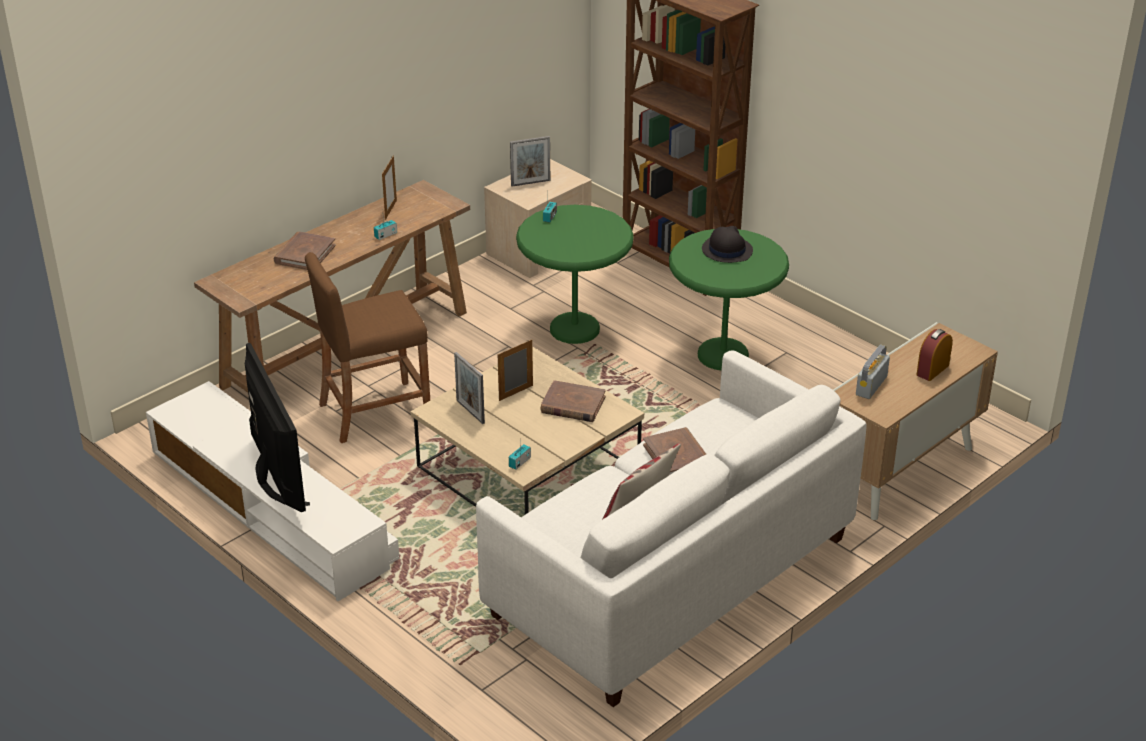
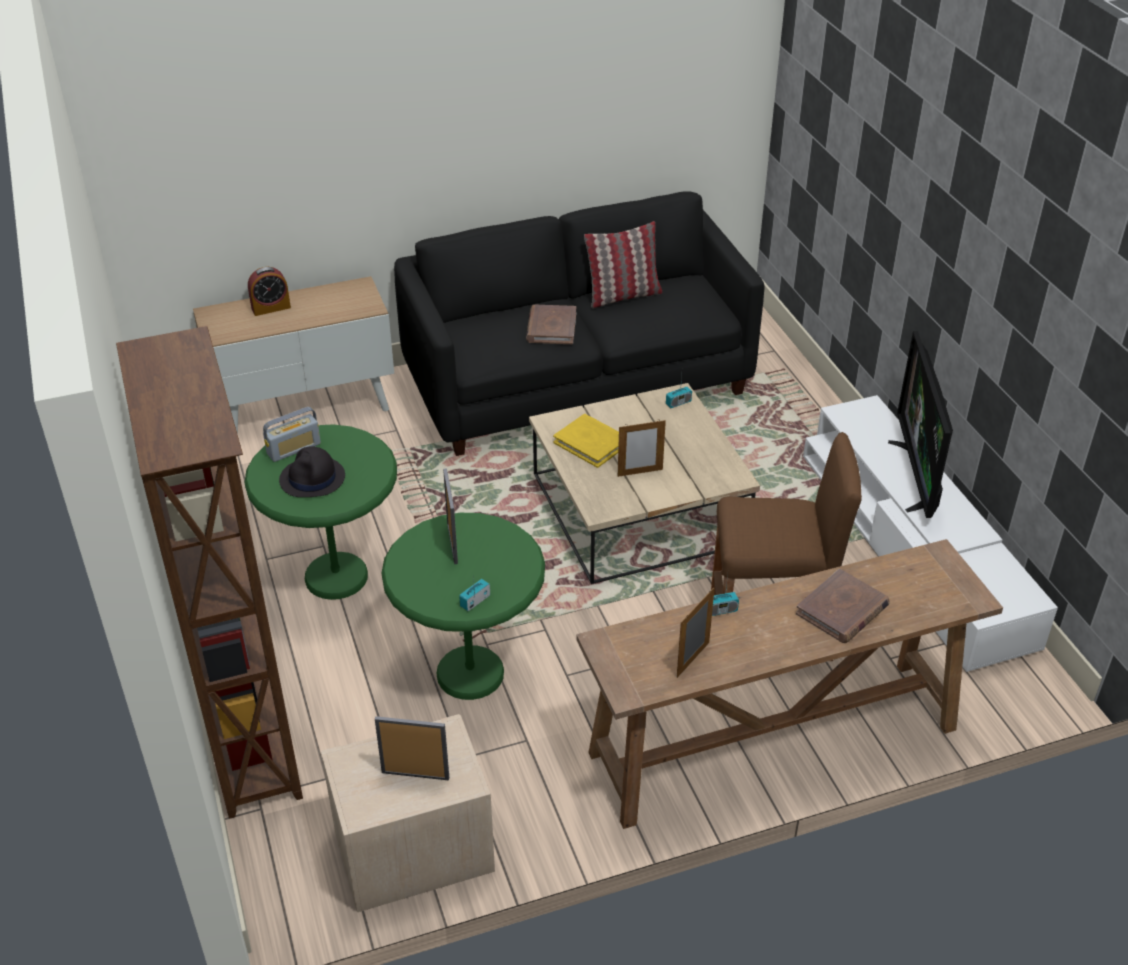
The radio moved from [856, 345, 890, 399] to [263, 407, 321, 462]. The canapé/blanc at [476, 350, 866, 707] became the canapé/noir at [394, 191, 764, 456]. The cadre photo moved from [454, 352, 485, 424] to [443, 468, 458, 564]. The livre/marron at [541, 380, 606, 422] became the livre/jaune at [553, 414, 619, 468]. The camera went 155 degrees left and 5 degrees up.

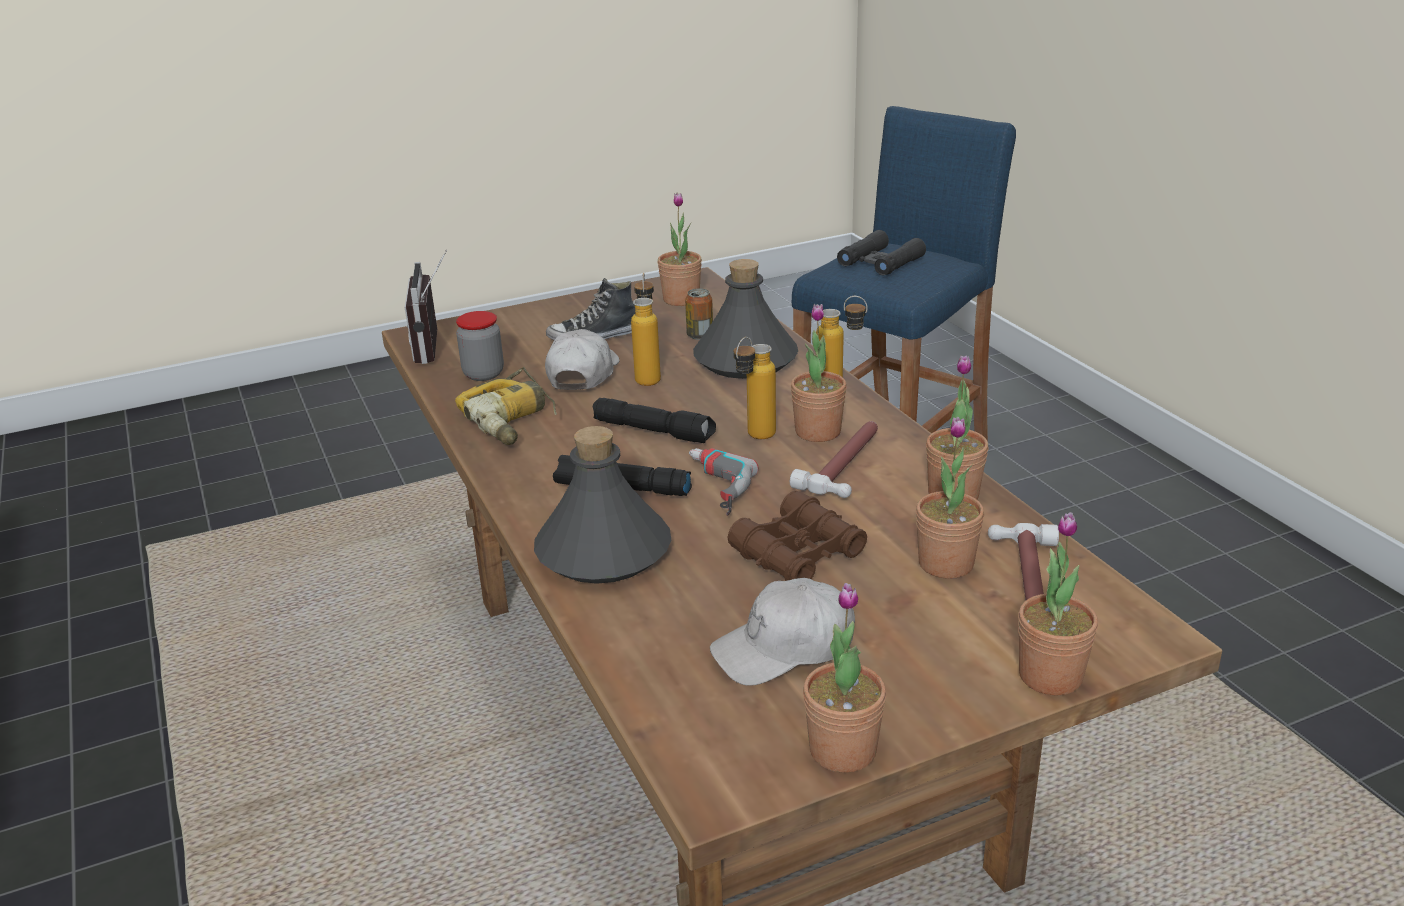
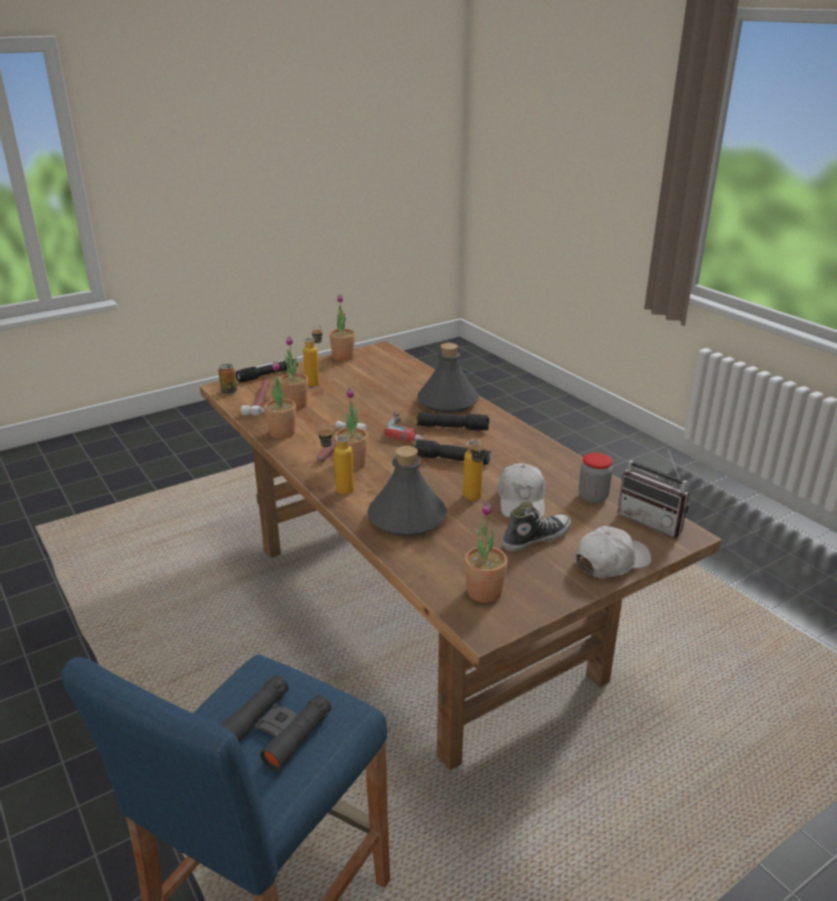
The boîte métallique moved from [685, 288, 713, 340] to [218, 364, 237, 394]. The plante en pot at [1018, 512, 1098, 696] was replaced by the lampe de poche/noir at [236, 359, 298, 382]. The bouteille moved from [734, 337, 776, 439] to [303, 325, 323, 386]. The casquette/blanc moved from [710, 578, 855, 686] to [576, 526, 651, 578]. The radio at [405, 249, 447, 364] turned 150 degrees clockwise. The perceuse at [455, 367, 557, 445] disappeared. The jumelles/marron at [728, 491, 867, 581] disappeared. The camera went 170 degrees right and 0 degrees up.

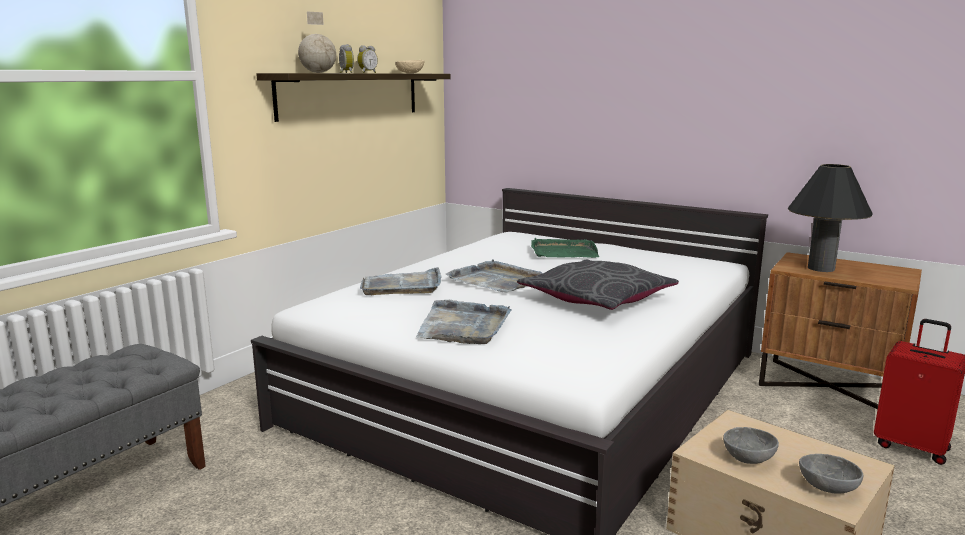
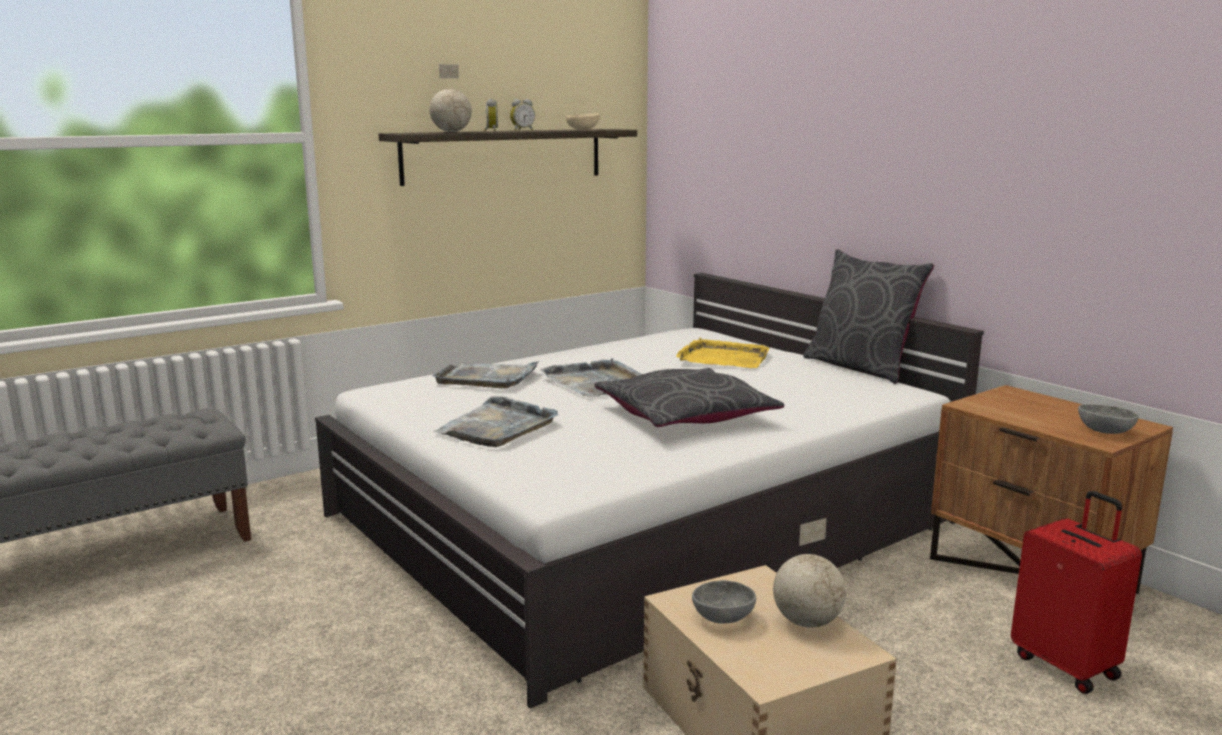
The plateau/vert at [531, 238, 599, 258] became the plateau/jaune at [676, 337, 770, 368]. The globe at [773, 518, 846, 628] appeared. The coussin/gris at [803, 249, 934, 384] appeared. The bol/gris moved from [799, 454, 863, 493] to [1078, 404, 1139, 434]. The lampe de table/noir at [788, 164, 873, 272] disappeared. The camera went 20 degrees right and 0 degrees up.

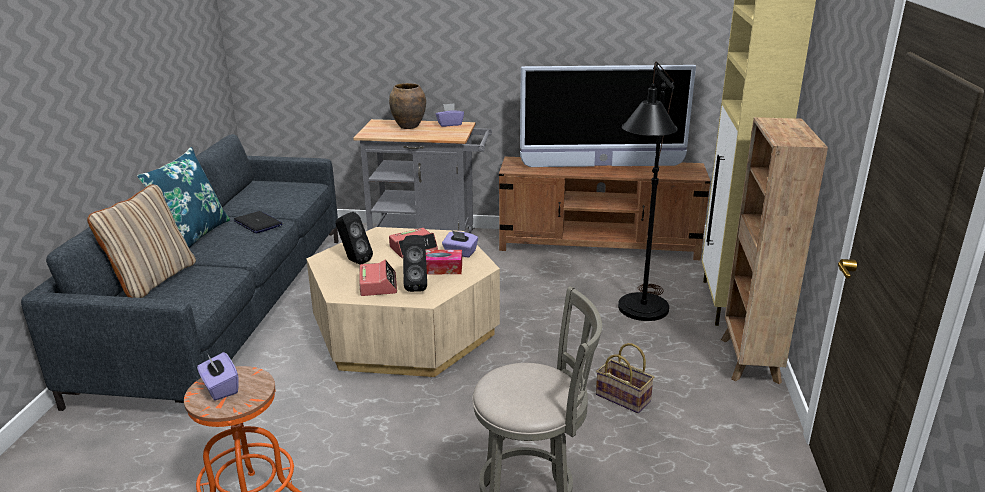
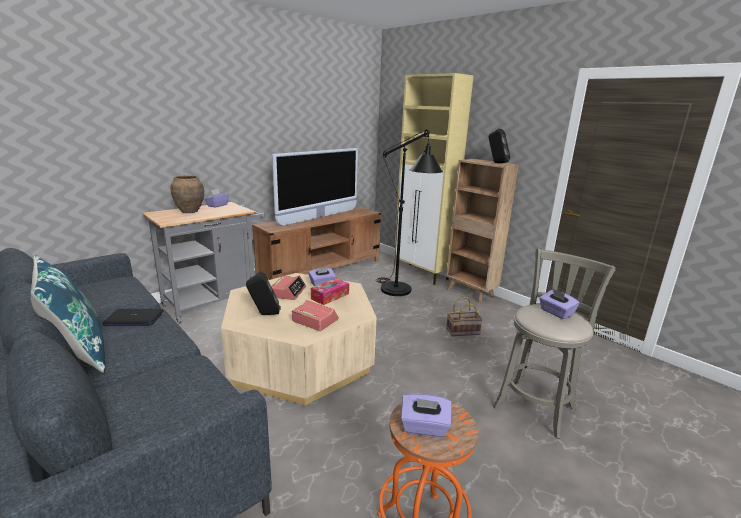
The enceinte/noir moved from [403, 235, 427, 292] to [489, 129, 510, 163]. The boîte à mouchoirs/violet at [539, 289, 579, 319] appeared. The coussin/beige at [87, 184, 196, 298] disappeared. The camera went 50 degrees left and 5 degrees down.

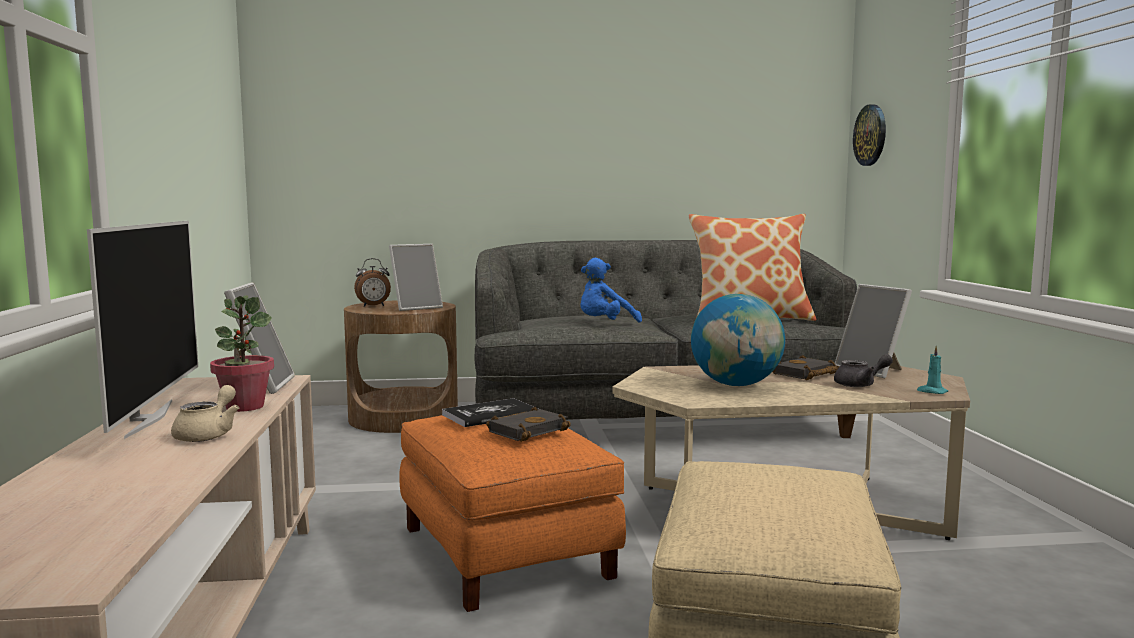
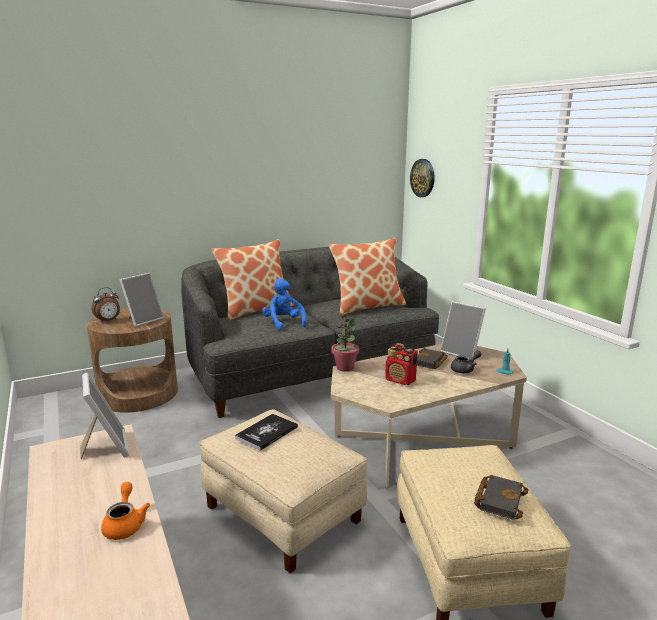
The théière/beige at [171, 385, 239, 442] became the théière/orange at [101, 482, 150, 540]. The pouf/orange at [399, 415, 626, 612] became the pouf/beige at [199, 409, 367, 573]. The coussin at [212, 239, 295, 321] appeared. The peluche/bleu at [580, 258, 642, 323] turned 120 degrees clockwise. The plante en pot moved from [210, 296, 274, 412] to [331, 317, 359, 372]. The globe at [691, 294, 785, 386] was replaced by the radio at [385, 343, 418, 385]. The livre/noir moved from [486, 406, 571, 442] to [474, 475, 528, 520]. The téléviseur at [87, 221, 198, 439] disappeared. The camera went 20 degrees left and 10 degrees up.

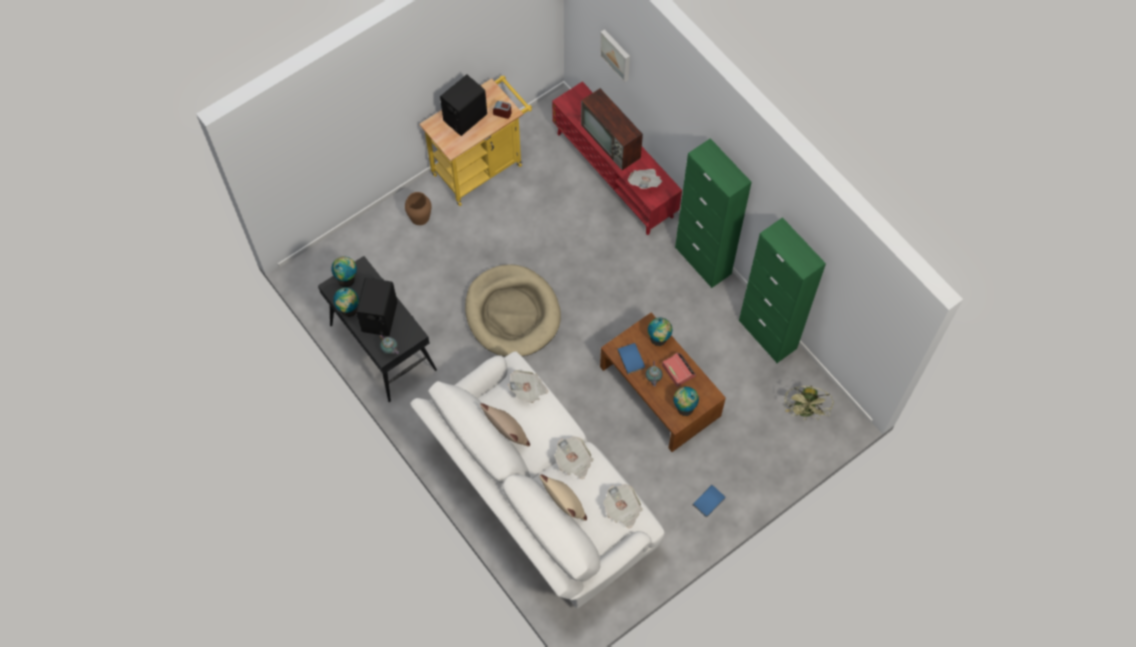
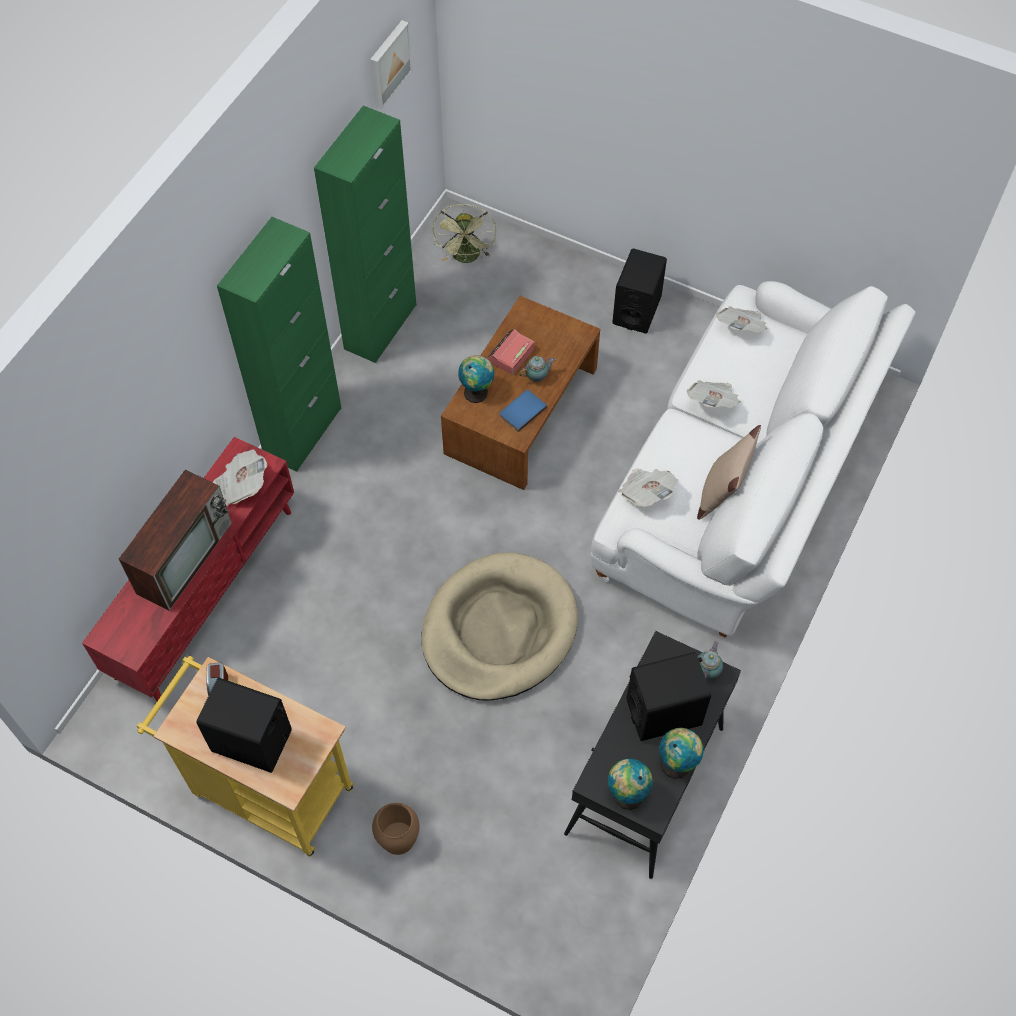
The tableau moved from [600, 29, 630, 82] to [370, 20, 412, 109]. The ventilateur/vert at [784, 386, 834, 421] turned 105 degrees clockwise. The livre/bleu at [692, 485, 725, 517] was replaced by the enceinte/noir at [612, 248, 667, 333]. The coussin/beige at [540, 474, 587, 521] disappeared. The globe at [674, 387, 699, 416] disappeared. The camera went 115 degrees left and 5 degrees down.

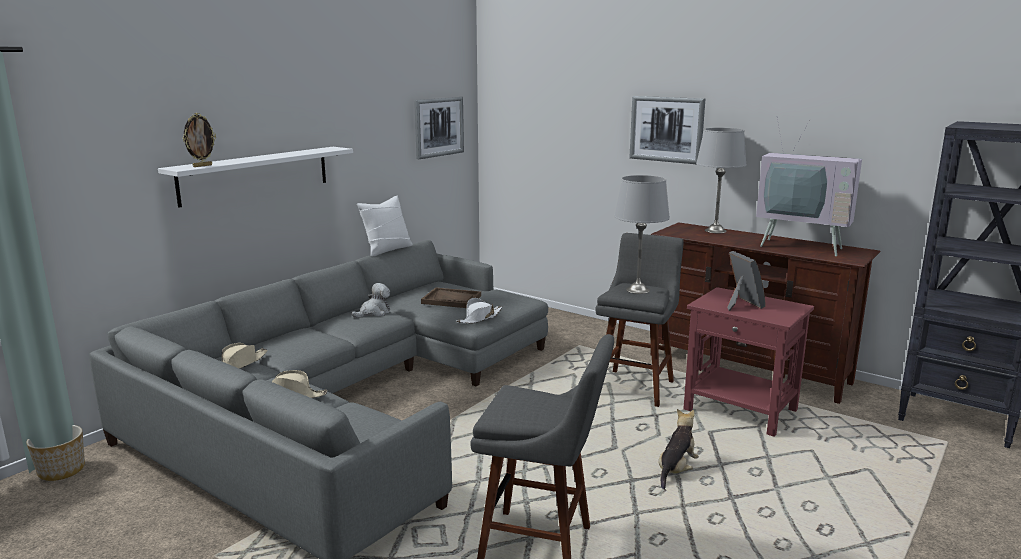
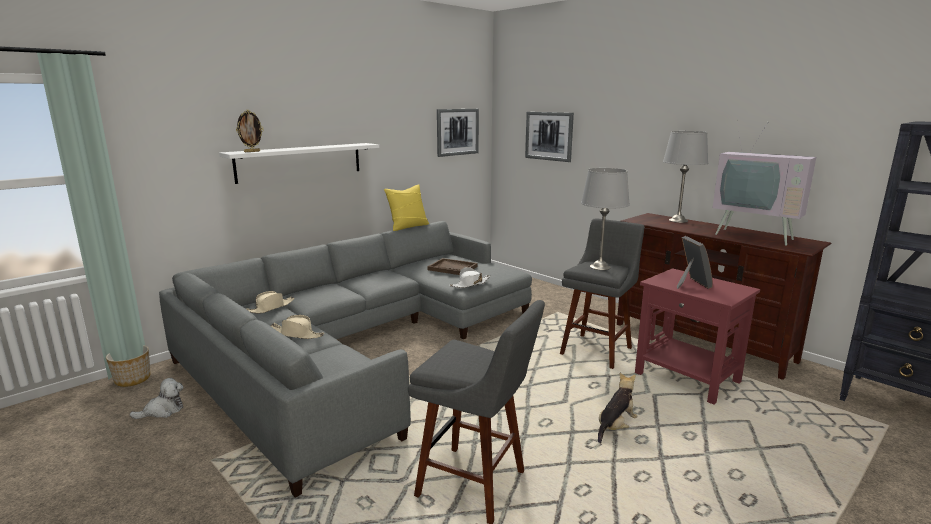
The peluche moved from [352, 283, 390, 318] to [129, 378, 183, 419]. The coussin/blanc at [357, 196, 413, 256] became the coussin/jaune at [384, 184, 429, 231]. The tableau moved from [629, 96, 705, 164] to [525, 112, 574, 162]. The camera went 10 degrees right and 0 degrees up.

